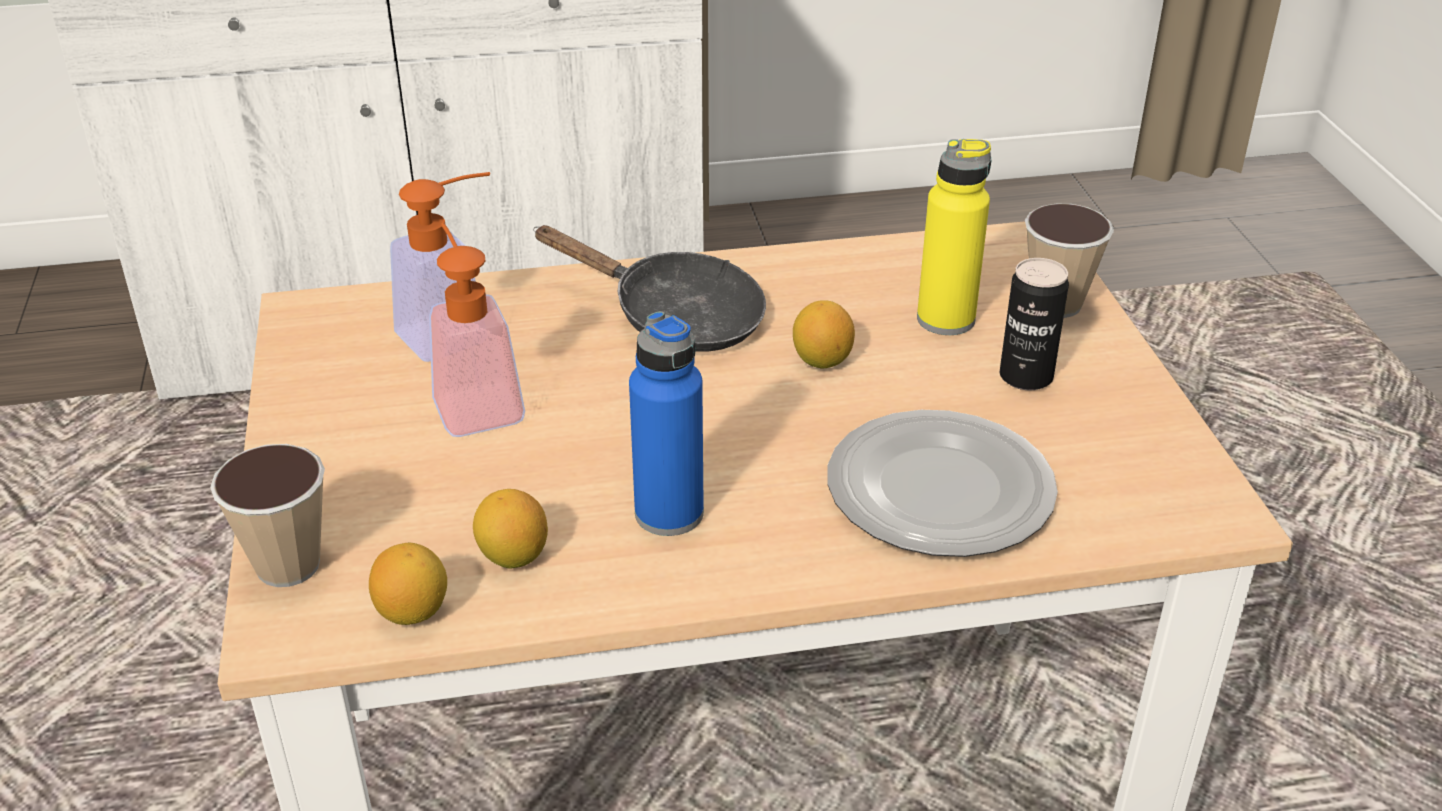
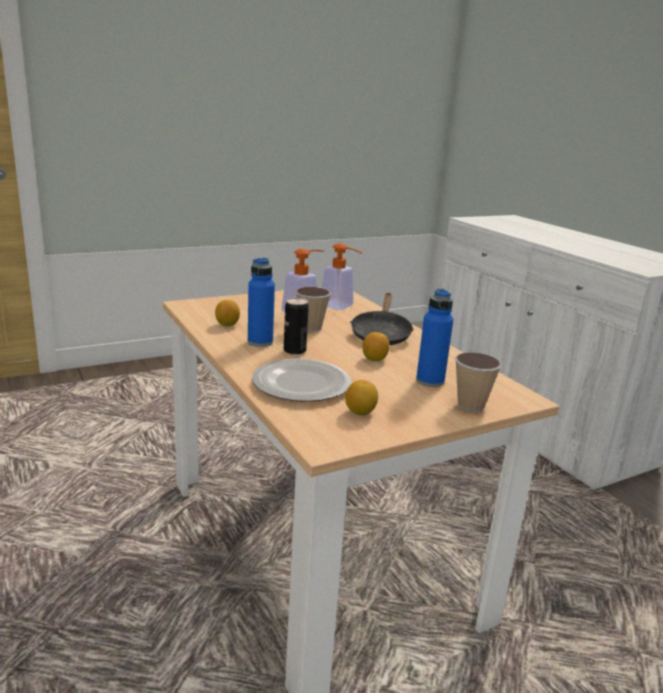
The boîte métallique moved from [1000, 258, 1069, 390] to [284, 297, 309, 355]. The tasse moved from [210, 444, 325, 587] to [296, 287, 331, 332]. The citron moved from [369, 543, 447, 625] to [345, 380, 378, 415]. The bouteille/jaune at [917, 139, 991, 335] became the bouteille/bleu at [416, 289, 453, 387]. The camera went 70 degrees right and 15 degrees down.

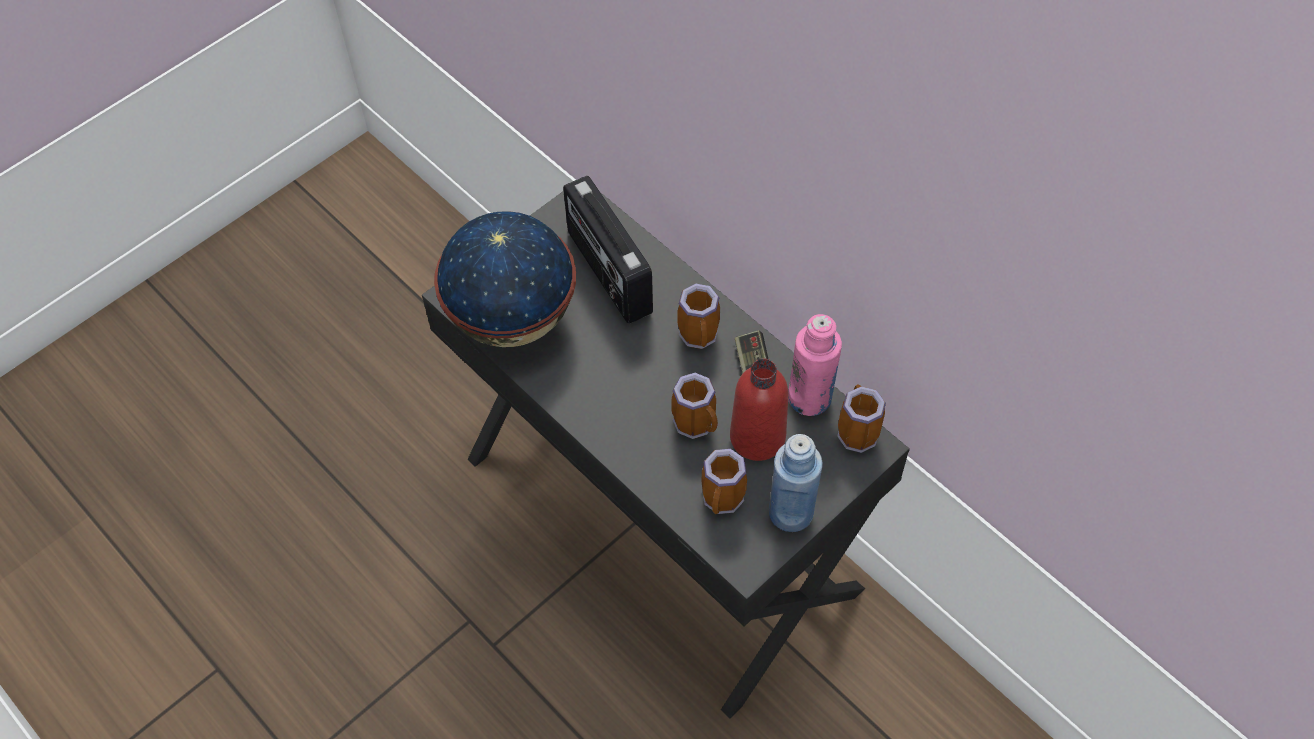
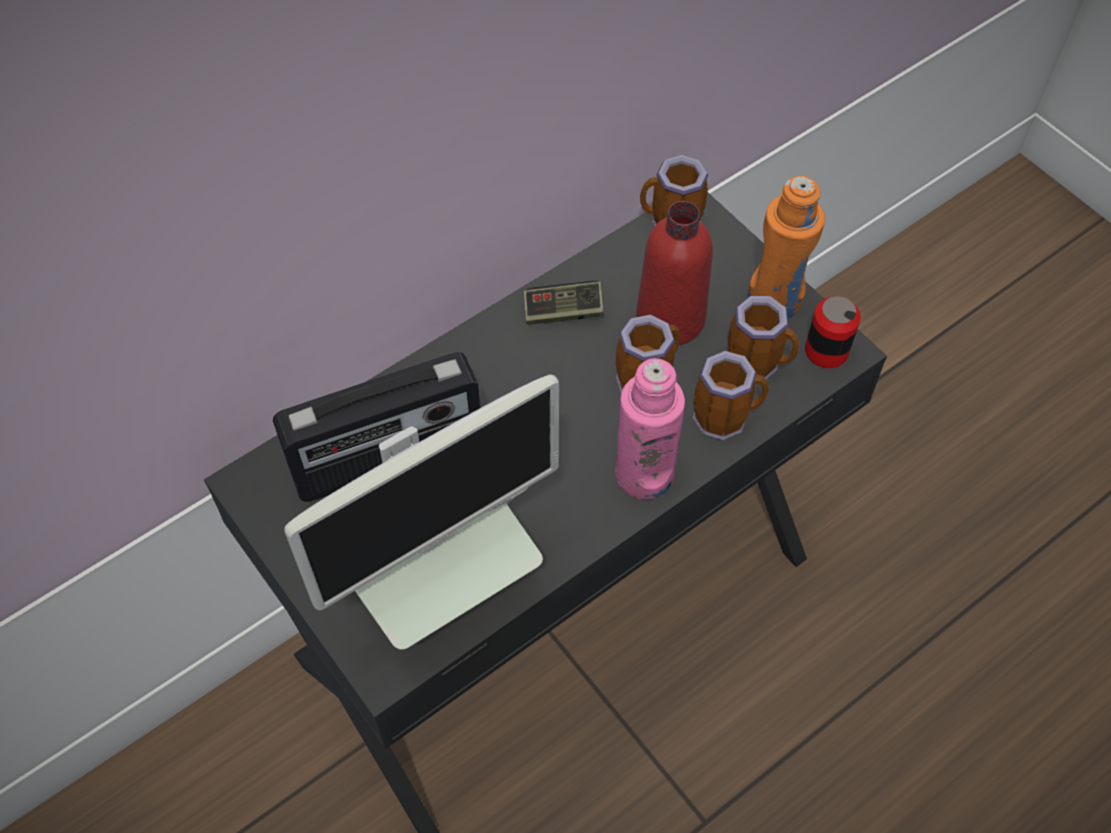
The globe at [434, 211, 576, 347] was replaced by the écran d'ordinateur at [284, 375, 559, 650]. The bouteille/rose moved from [788, 314, 842, 416] to [615, 358, 685, 500]. The mug moved from [677, 284, 720, 349] to [693, 351, 769, 440]. The bouteille/bleu at [769, 434, 823, 532] became the bouteille/orange at [748, 176, 825, 318]. The boîte métallique at [805, 296, 861, 368] appeared. The camera went 85 degrees left and 0 degrees up.

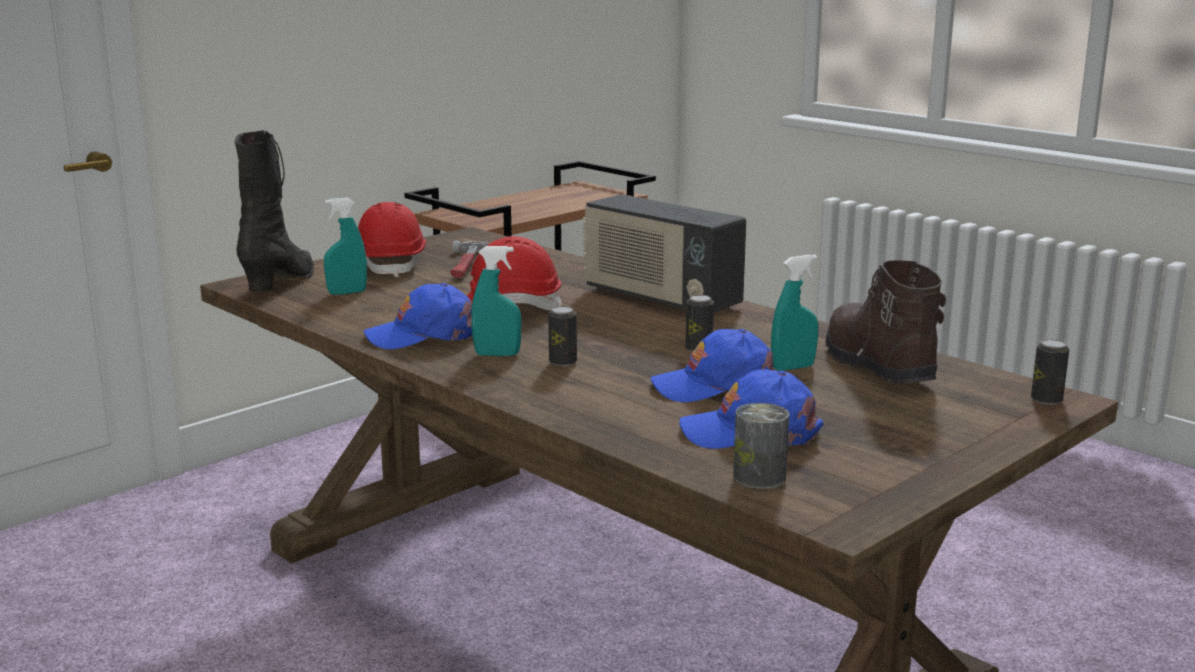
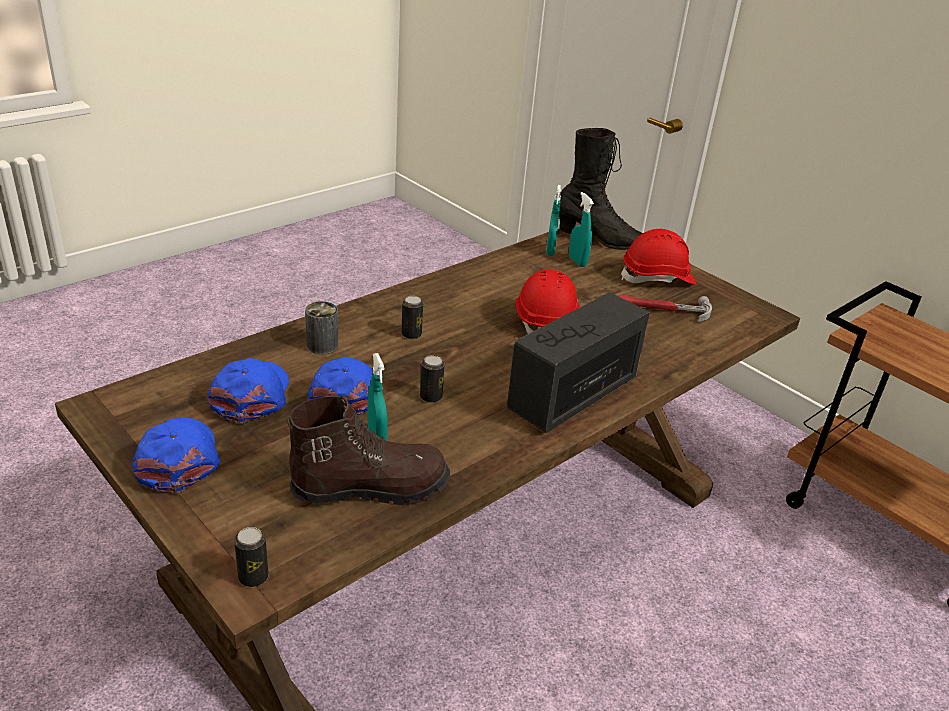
The casquette/bleu moved from [364, 283, 472, 350] to [132, 418, 220, 493]. The boîte métallique moved from [733, 403, 789, 489] to [305, 301, 338, 354]. The vaporisateur/turquoise moved from [471, 246, 521, 356] to [546, 185, 561, 256]. The camera went 90 degrees right and 15 degrees up.

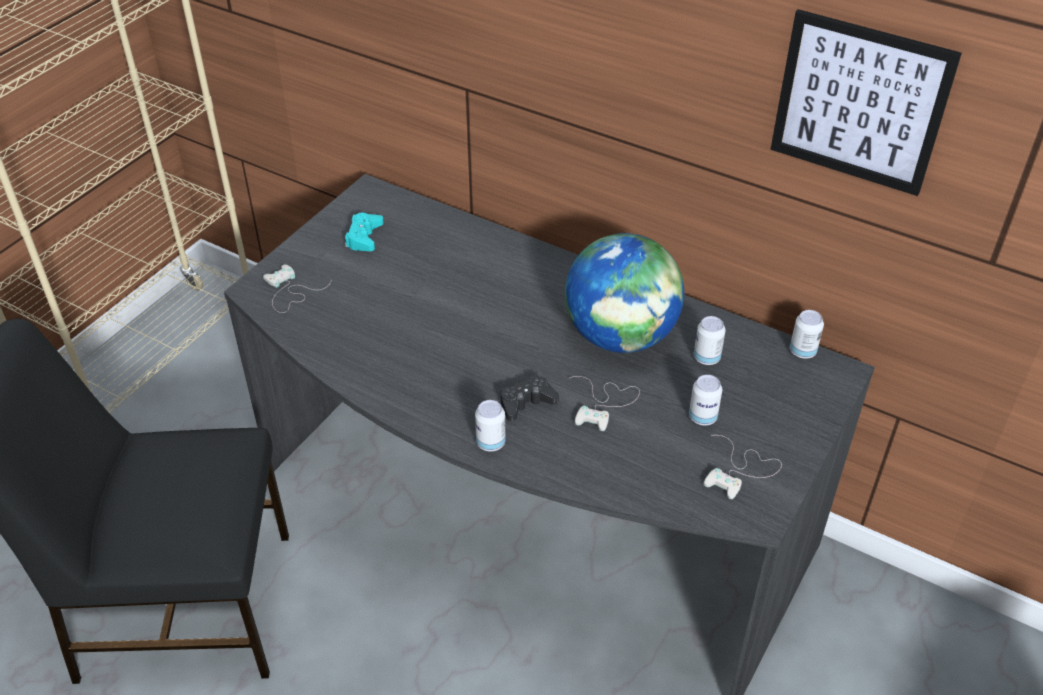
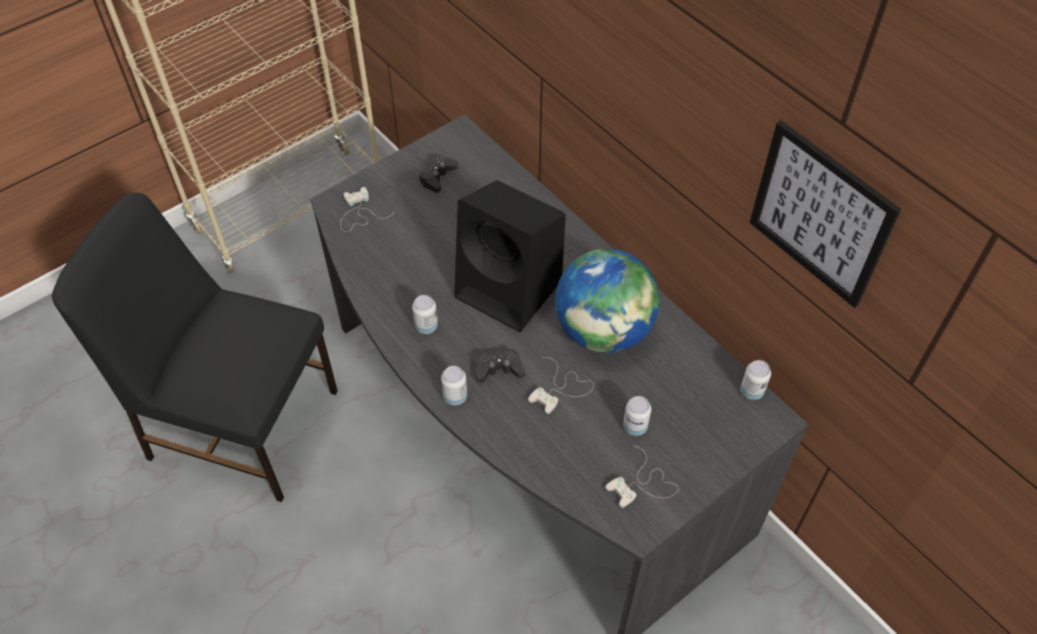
The boîte métallique moved from [694, 316, 726, 365] to [412, 295, 438, 334]. The manette/turquoise at [345, 213, 384, 251] became the manette/noir at [419, 155, 458, 193]. The enceinte/noir at [454, 180, 566, 332] appeared. The camera went 20 degrees right and 10 degrees up.

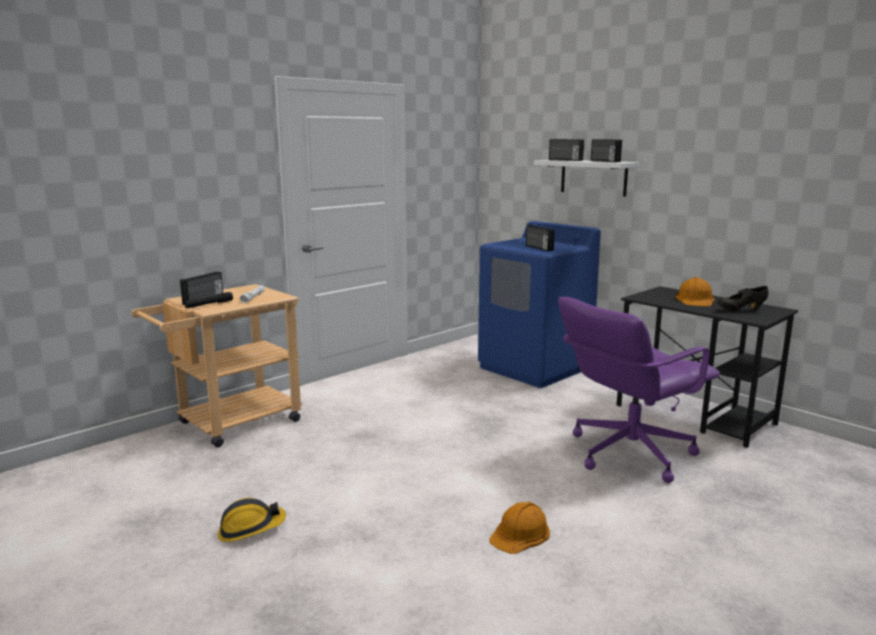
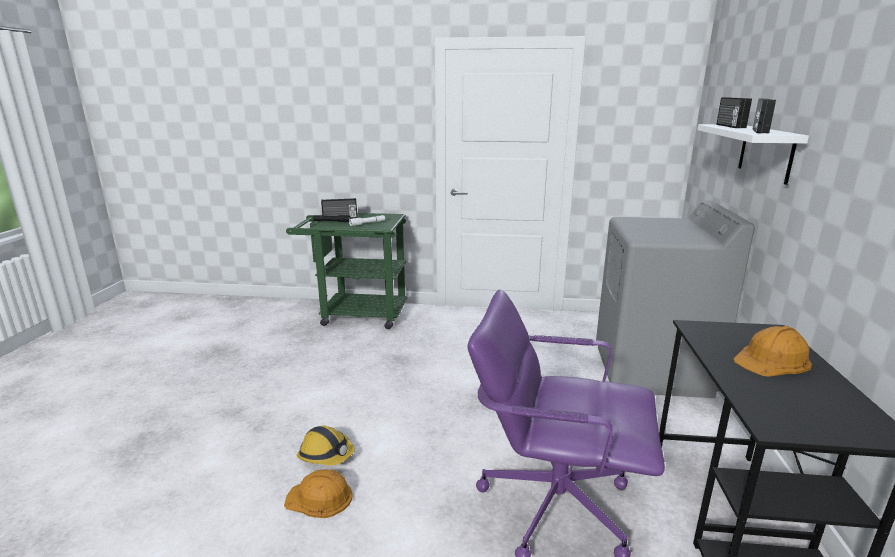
The chariot/beige at [131, 284, 302, 448] became the chariot/vert at [286, 213, 408, 329]. The casque de chantier moved from [218, 498, 286, 542] to [297, 426, 355, 465]. The lave-linge/bleu at [478, 221, 601, 388] became the lave-linge/gris at [596, 200, 755, 398]. The radio at [526, 225, 555, 251] disappeared. The chaussure/noir at [716, 286, 768, 311] disappeared. The camera went 50 degrees right and 5 degrees up.

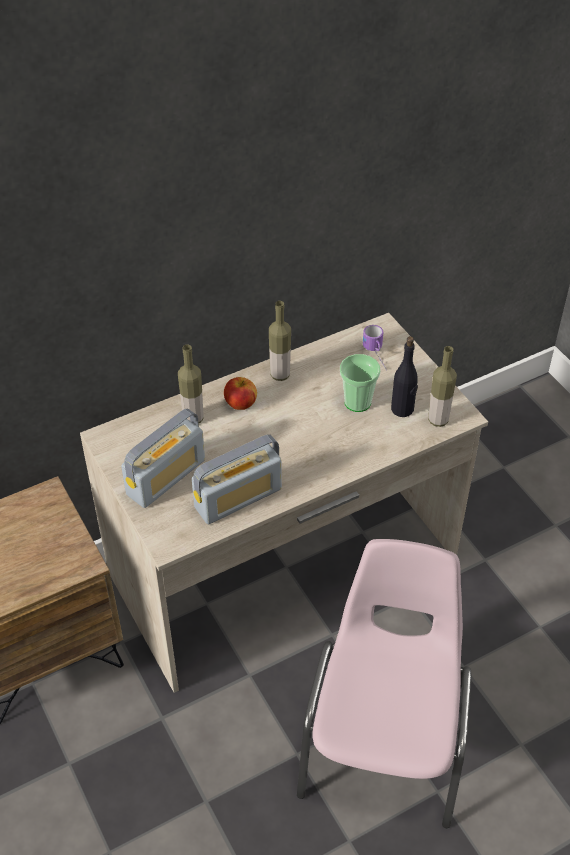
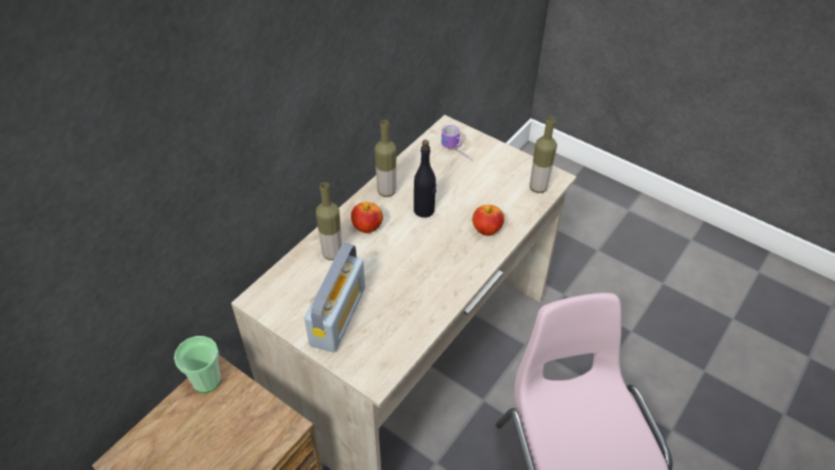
The tasse moved from [340, 354, 380, 412] to [174, 336, 221, 393]. The bouteille/noir moved from [391, 336, 418, 417] to [414, 140, 436, 218]. The pomme at [472, 205, 505, 236] appeared. The radio at [192, 435, 282, 524] disappeared. The camera went 25 degrees left and 0 degrees up.

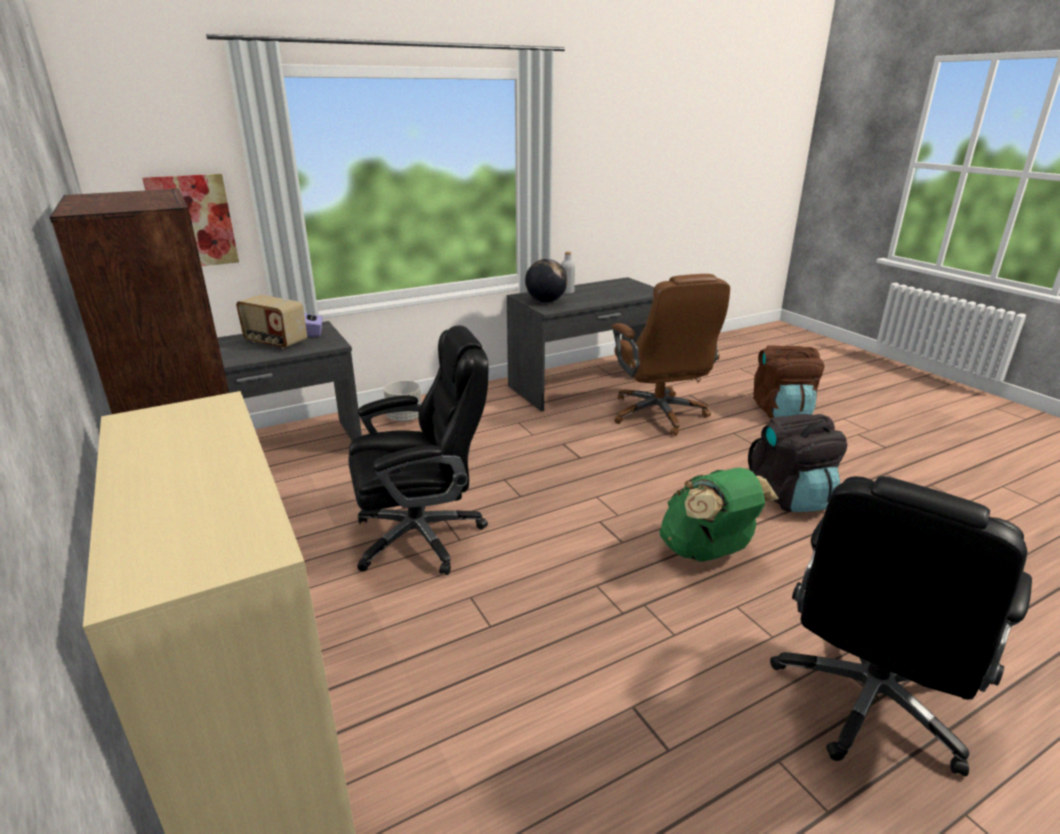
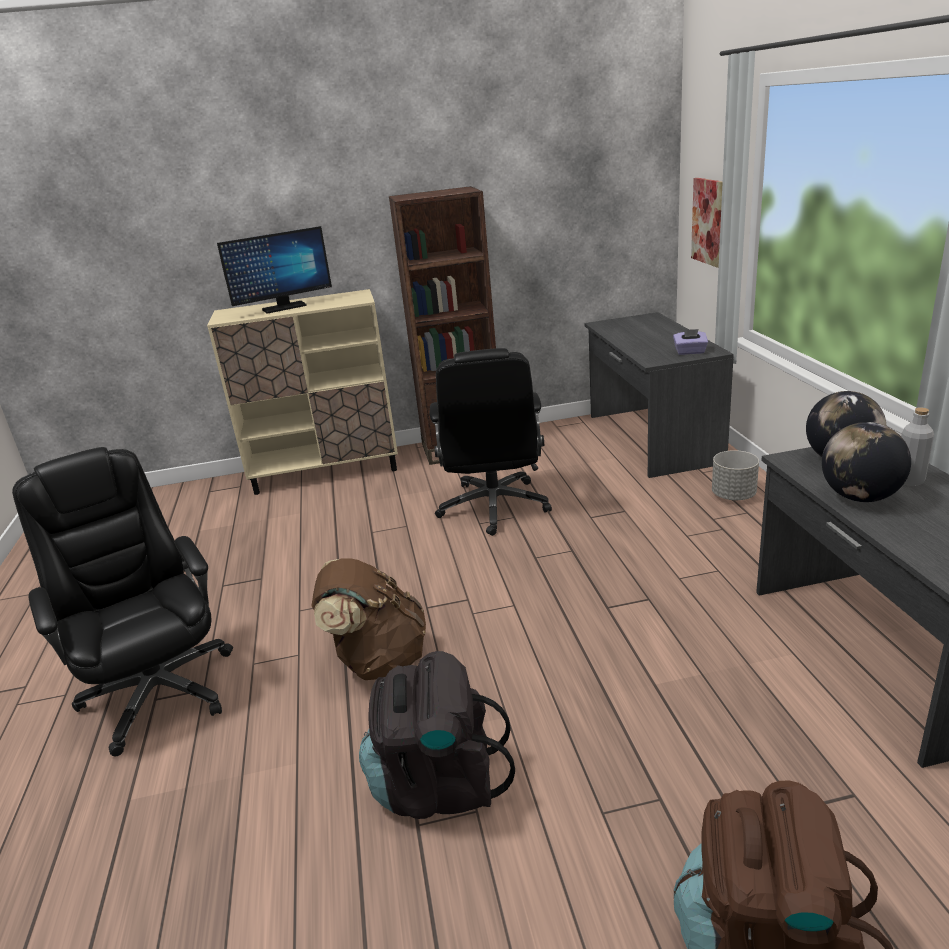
The écran d'ordinateur at [217, 226, 332, 314] appeared. The sac à dos/vert at [660, 468, 779, 562] became the sac à dos/marron at [312, 558, 426, 680]. The globe at [822, 422, 911, 502] appeared. The radio at [236, 295, 307, 349] disappeared. The chaise de bureau/marron at [612, 274, 730, 436] disappeared. The camera went 110 degrees right and 0 degrees up.

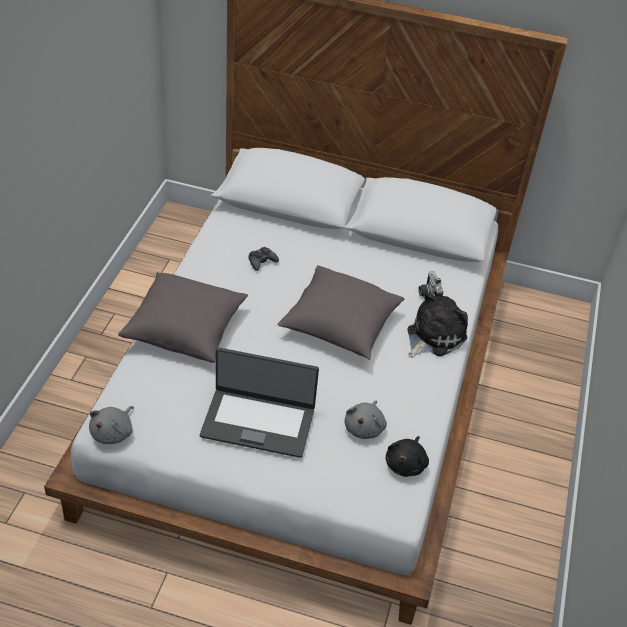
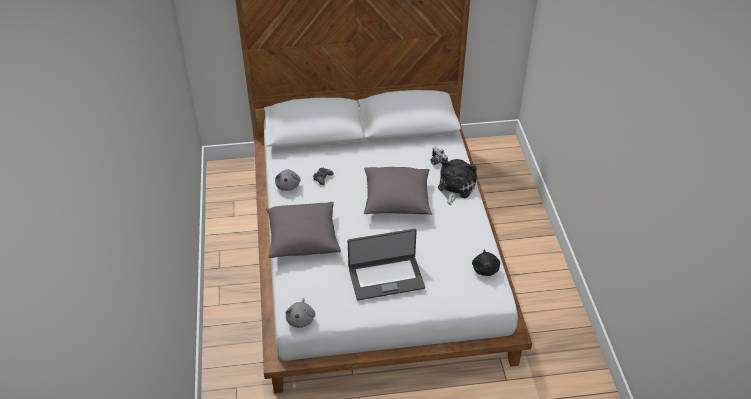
The peluche/gris moved from [344, 401, 387, 439] to [275, 169, 301, 191]. The camera went 20 degrees left and 0 degrees up.

